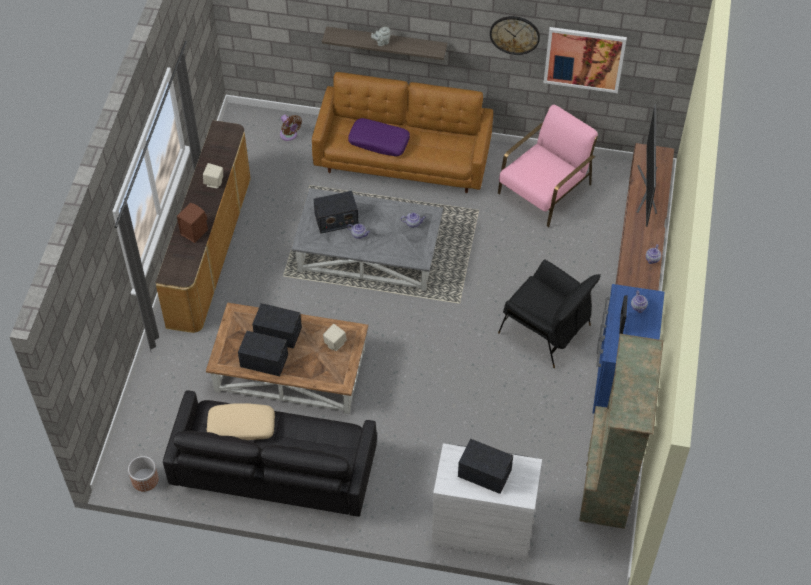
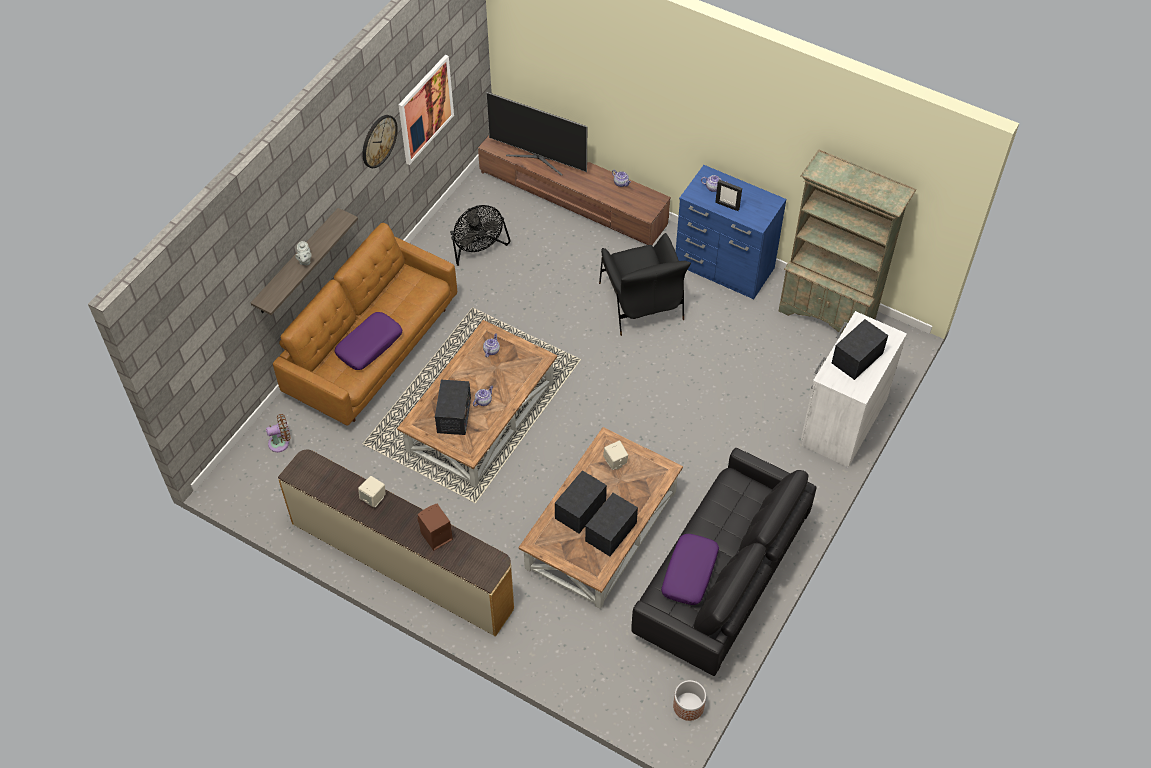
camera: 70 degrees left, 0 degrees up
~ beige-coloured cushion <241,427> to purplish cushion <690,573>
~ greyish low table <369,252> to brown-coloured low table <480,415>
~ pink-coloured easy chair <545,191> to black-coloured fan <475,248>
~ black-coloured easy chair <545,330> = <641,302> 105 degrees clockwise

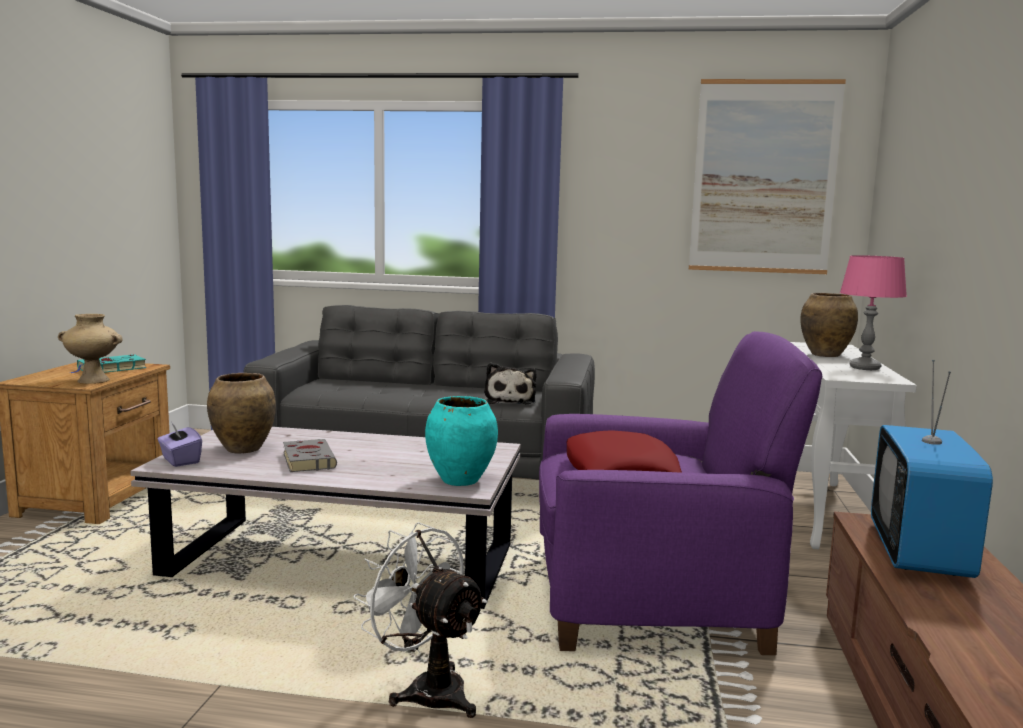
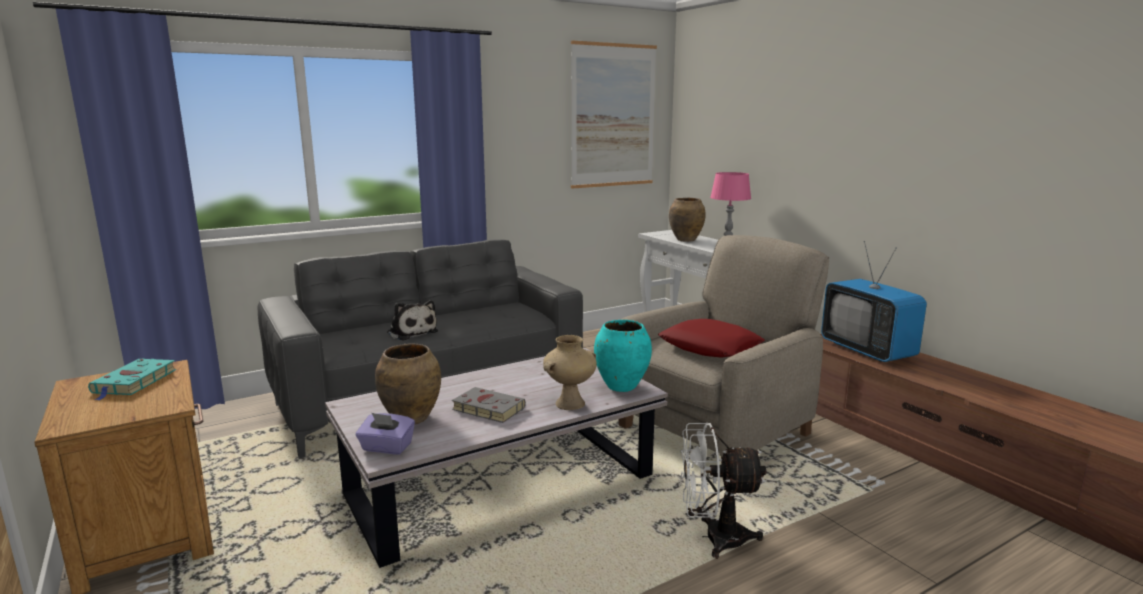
camera: 40 degrees left, 5 degrees up
~ beige-coloured flower vase <94,380> to <570,403>
~ soft toy <510,400> to <411,332>
~ purplish easy chair <652,601> to beige-coloured easy chair <716,429>

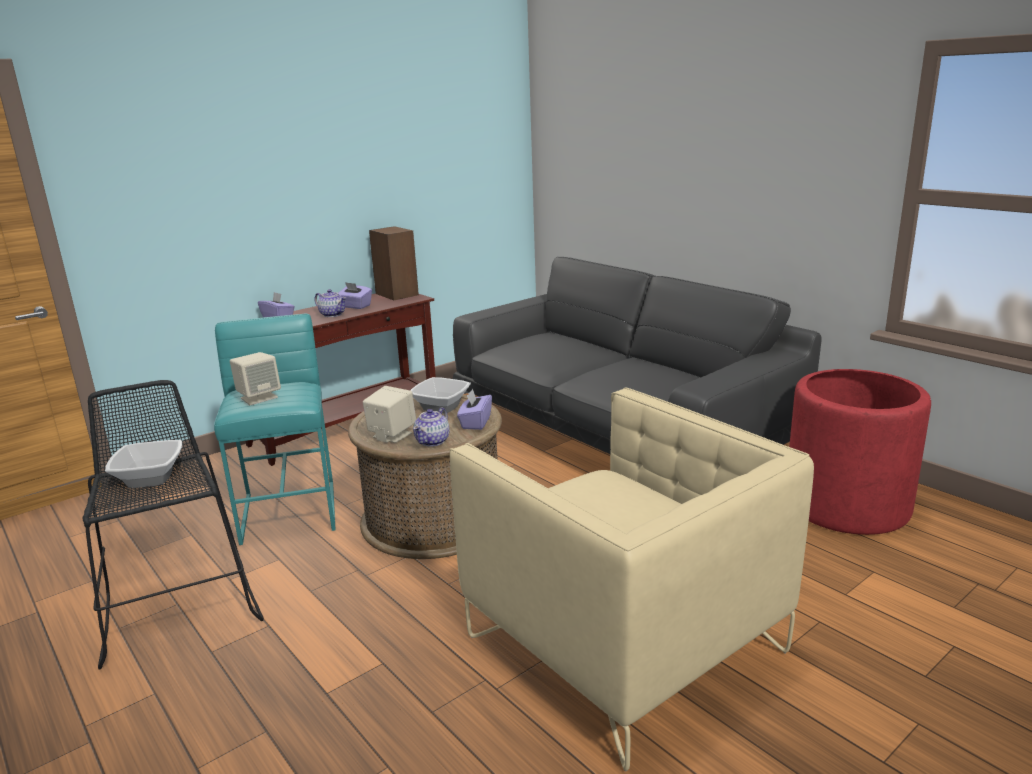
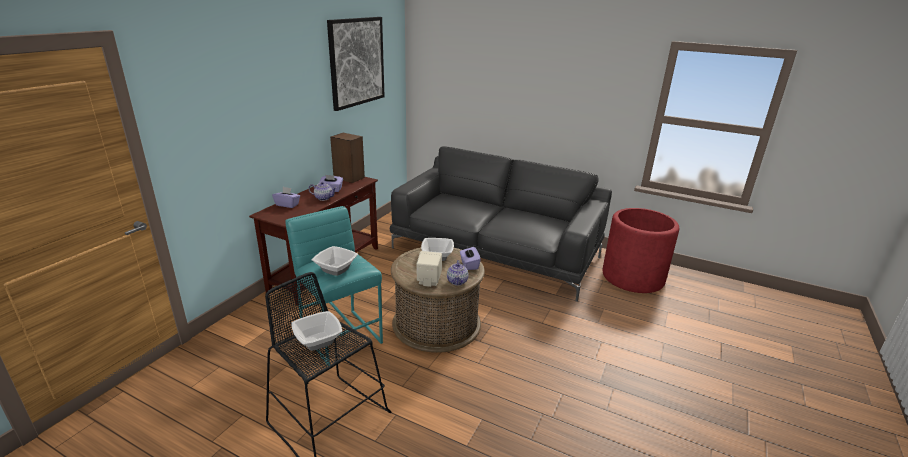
camera: 25 degrees left, 5 degrees up
~ beige-coloured speaker <259,397> to serving bowl <336,269>
- beige-coloured easy chair <623,642>
+ wall art <356,62>

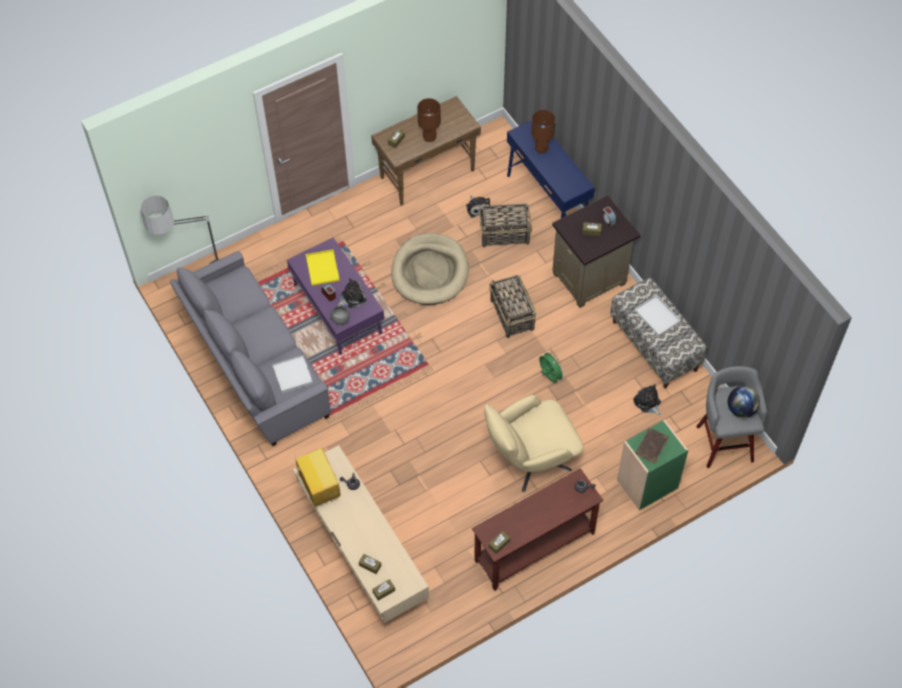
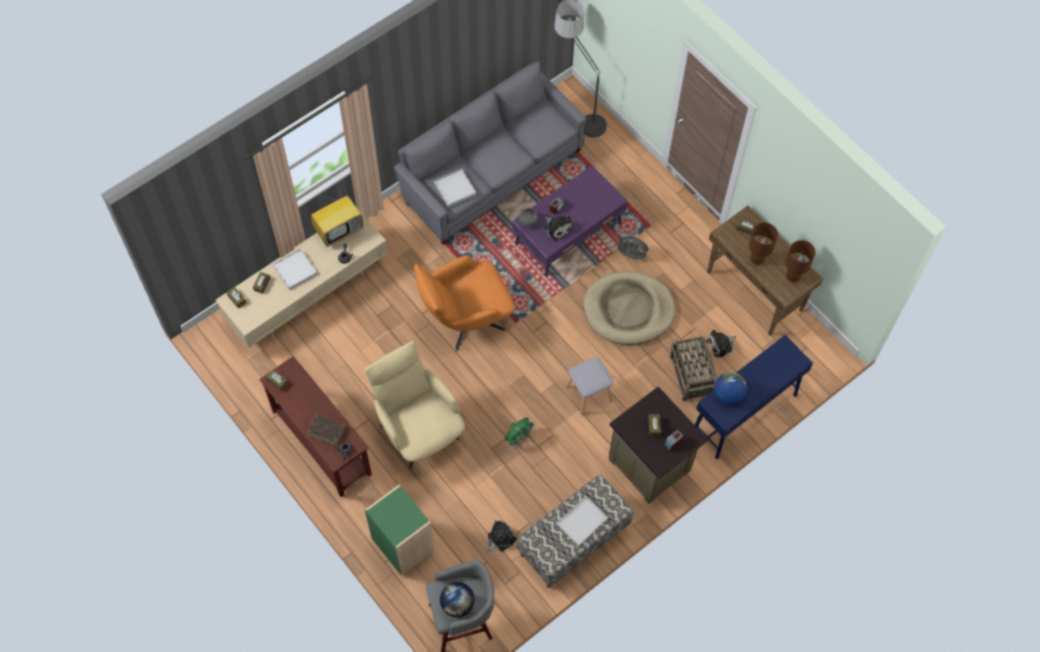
camera: 80 degrees right, 5 degrees up
- yellow tray <322,267>
~ basket <512,315> to greyish sitting stool <588,394>
~ brown-coloured table lamp <541,149> to <792,276>
~ brown-coloured bound book <651,447> to <326,431>
+ white tray <295,270>
+ orange easy chair <466,318>
+ greyish fan <631,256>
+ globe <728,394>

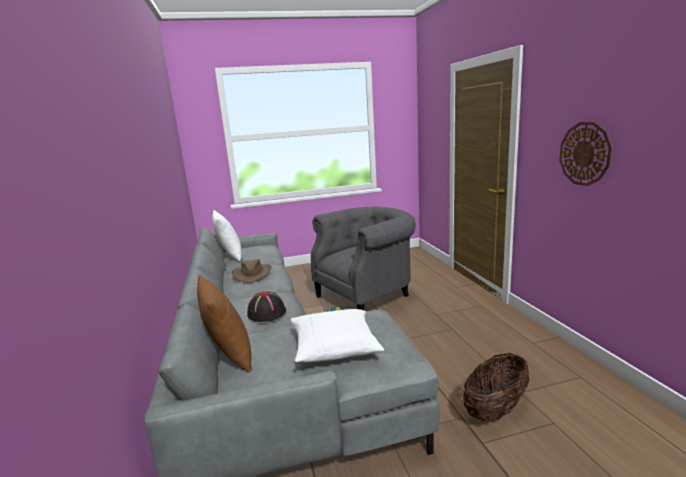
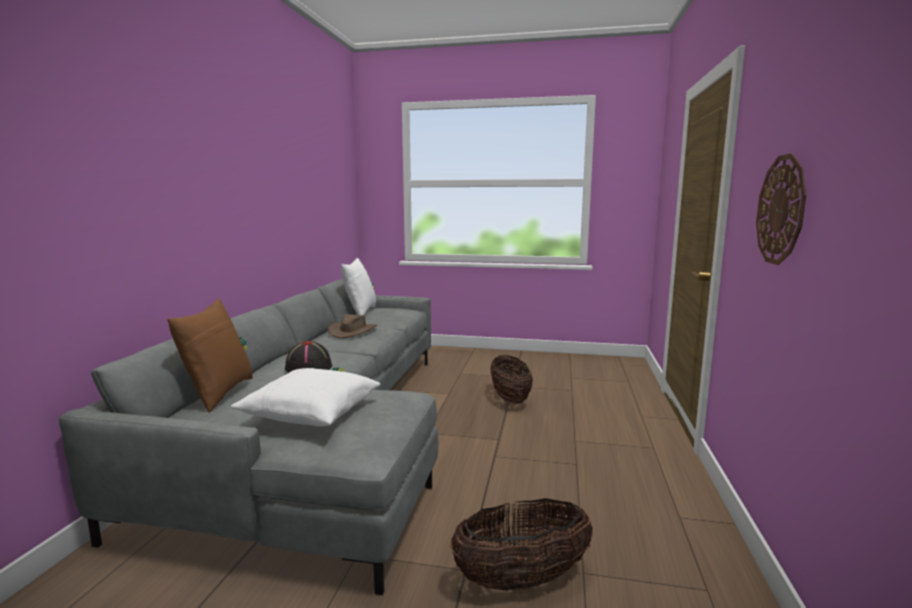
camera: 25 degrees right, 5 degrees down
~ greyish easy chair <368,297> to basket <510,399>

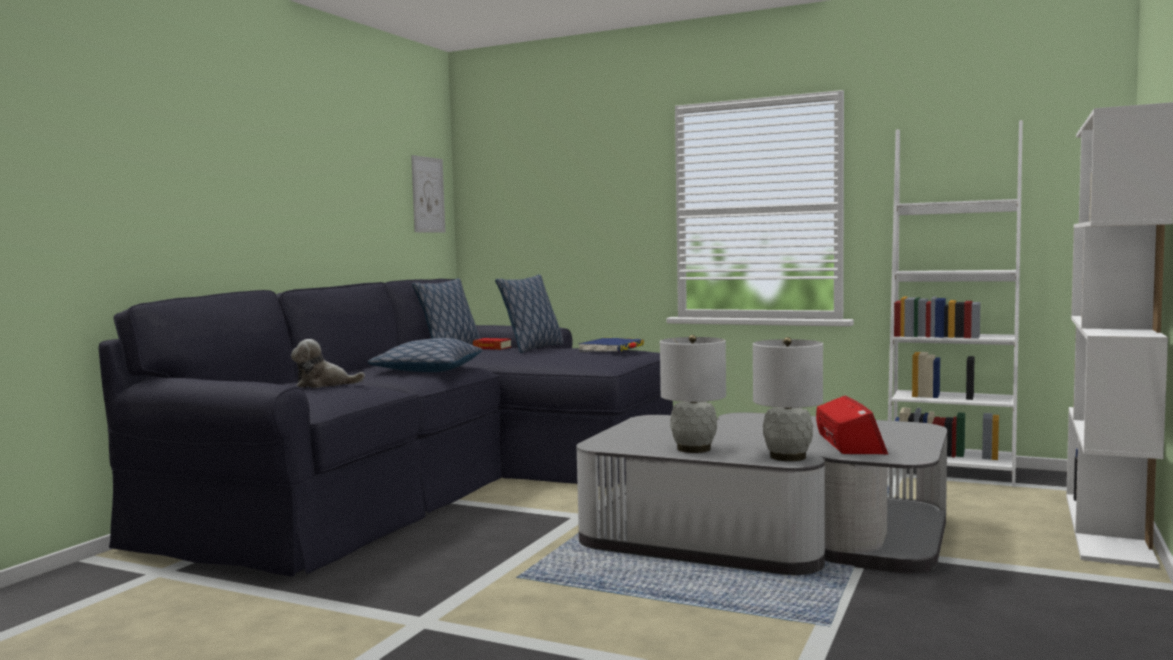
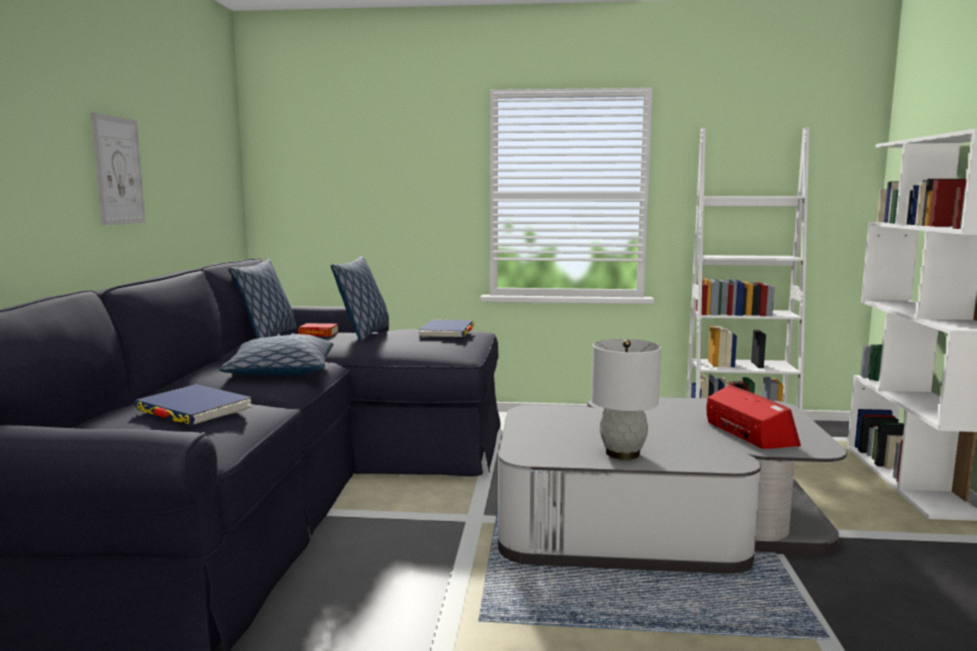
camera: 20 degrees left, 5 degrees up
~ soft toy <323,385> to blue-coloured bound book <194,410>
~ wall art <428,194> to <118,171>
- white table lamp <787,457>

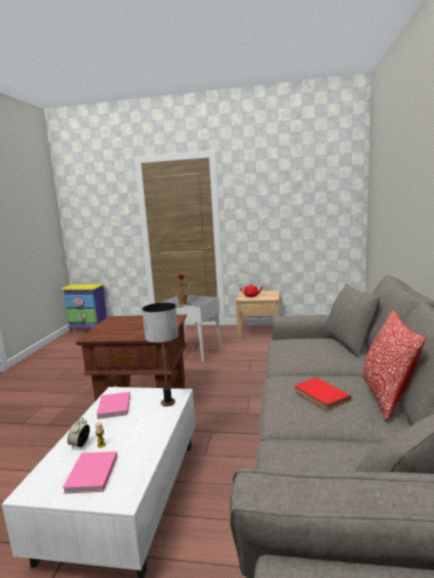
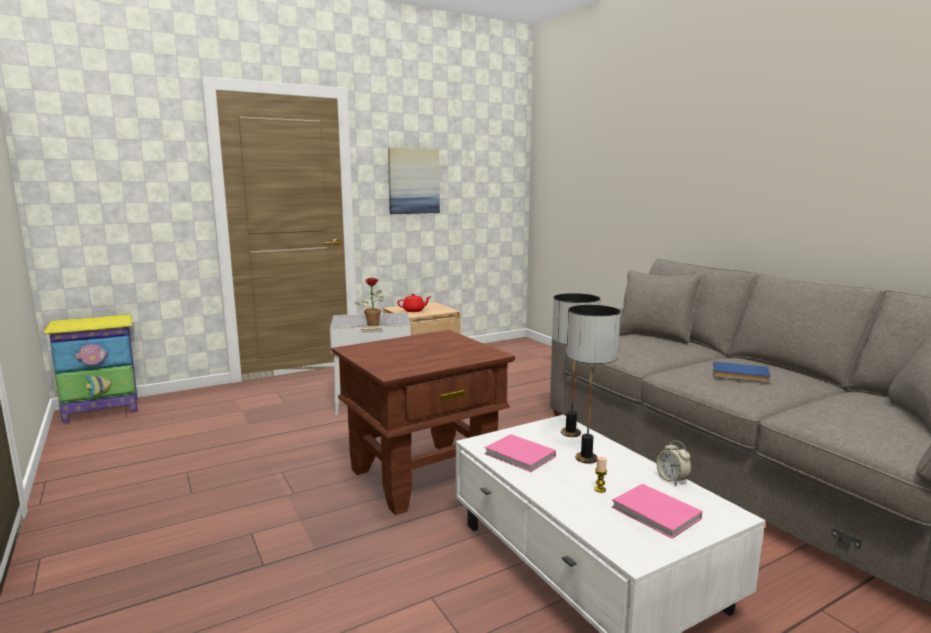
camera: 40 degrees left, 0 degrees up
~ alarm clock <80,444> to <672,480>
~ reddish bound book <320,395> to blue-coloured bound book <740,375>
- cushion <386,397>
+ wall art <413,181>
+ table lamp <587,458>

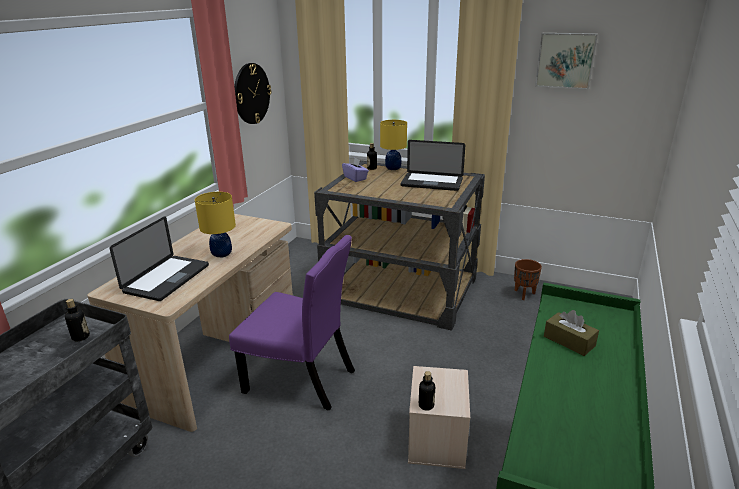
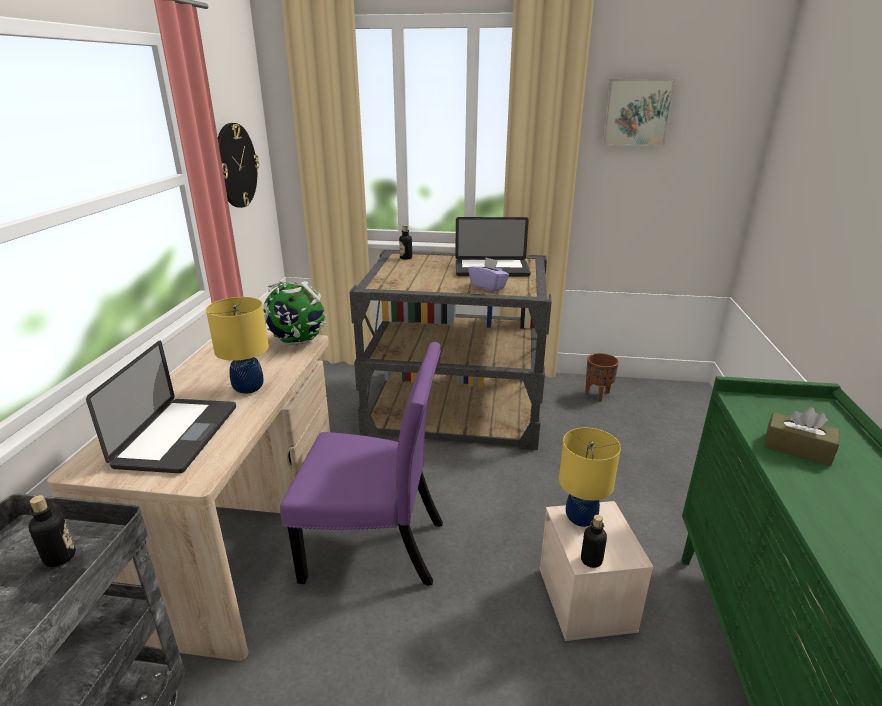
camera: 15 degrees left, 0 degrees up
~ purplish tissue box <355,178> to <488,286>
~ yellow table lamp <393,169> to <582,520>
+ globe <297,342>

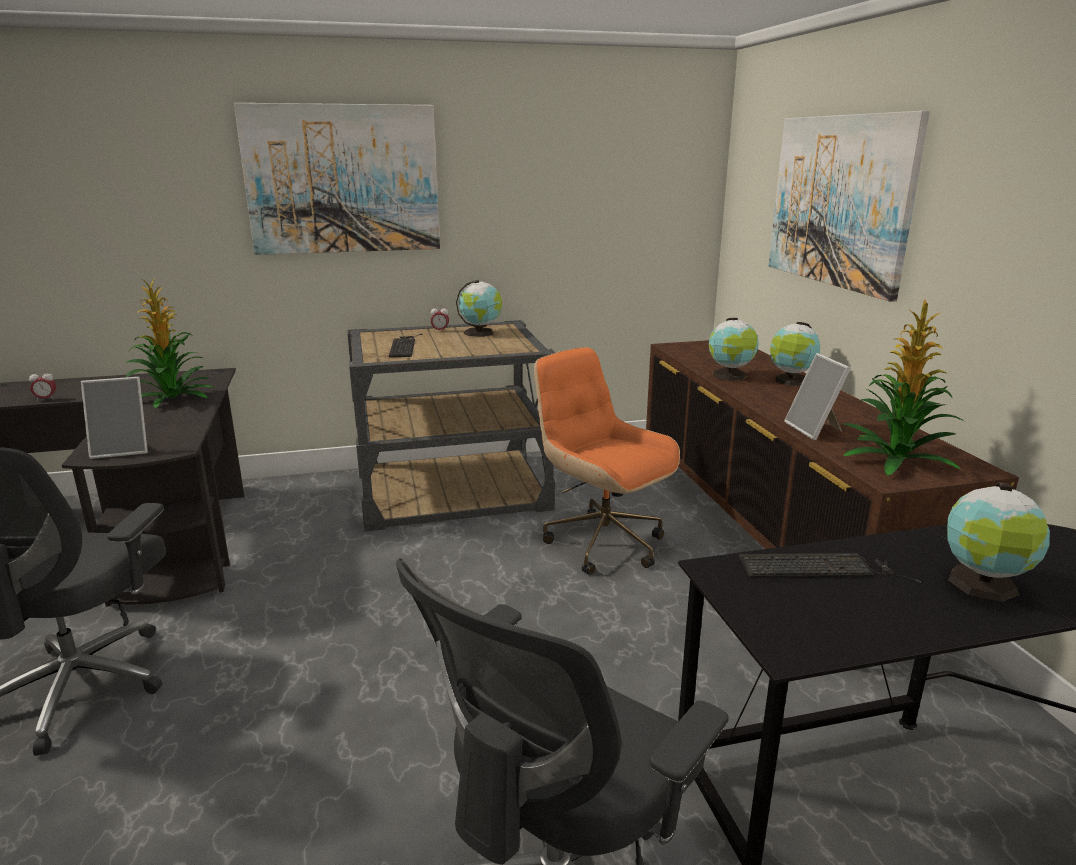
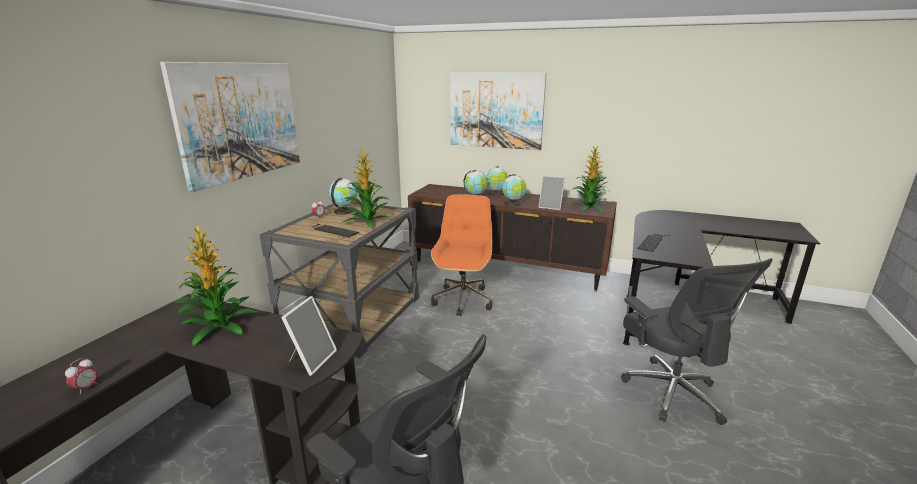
camera: 55 degrees left, 0 degrees up
~ orange computer chair <601,542> = <463,299> 105 degrees clockwise
~ globe <983,585> to <513,204>
+ houseplant <367,221>

